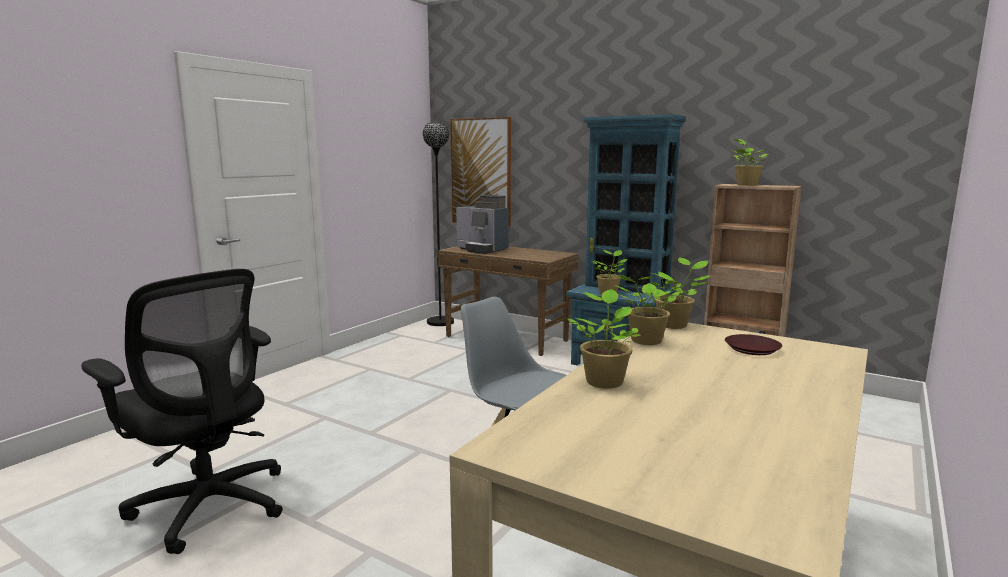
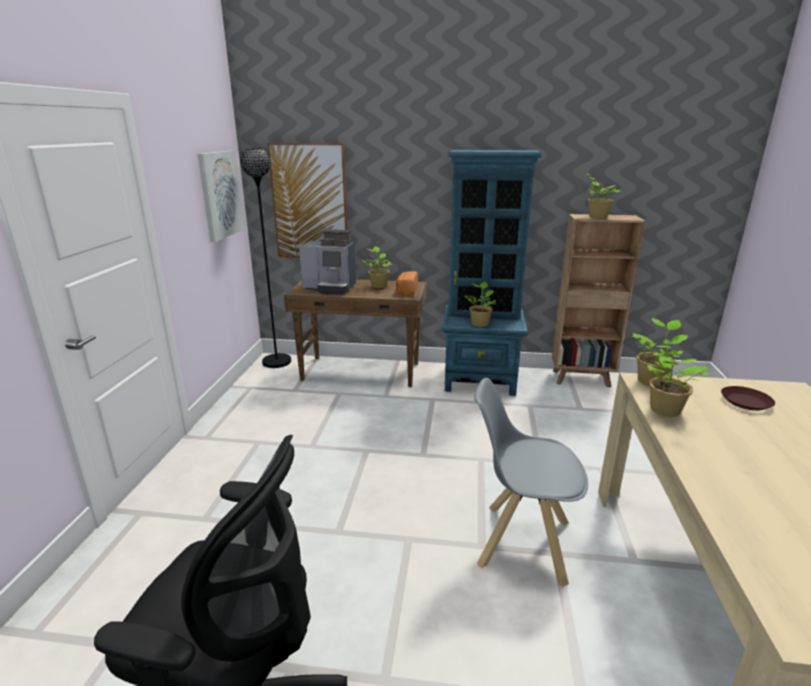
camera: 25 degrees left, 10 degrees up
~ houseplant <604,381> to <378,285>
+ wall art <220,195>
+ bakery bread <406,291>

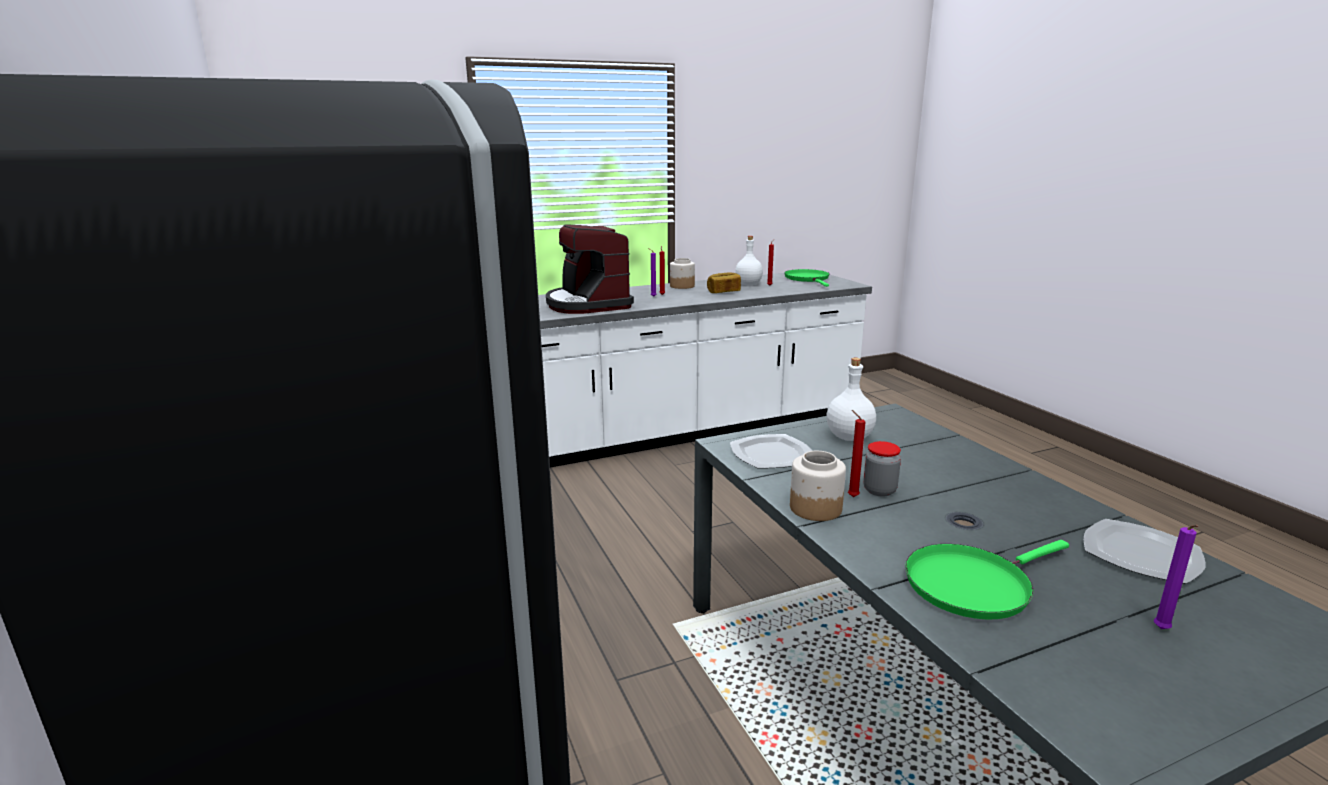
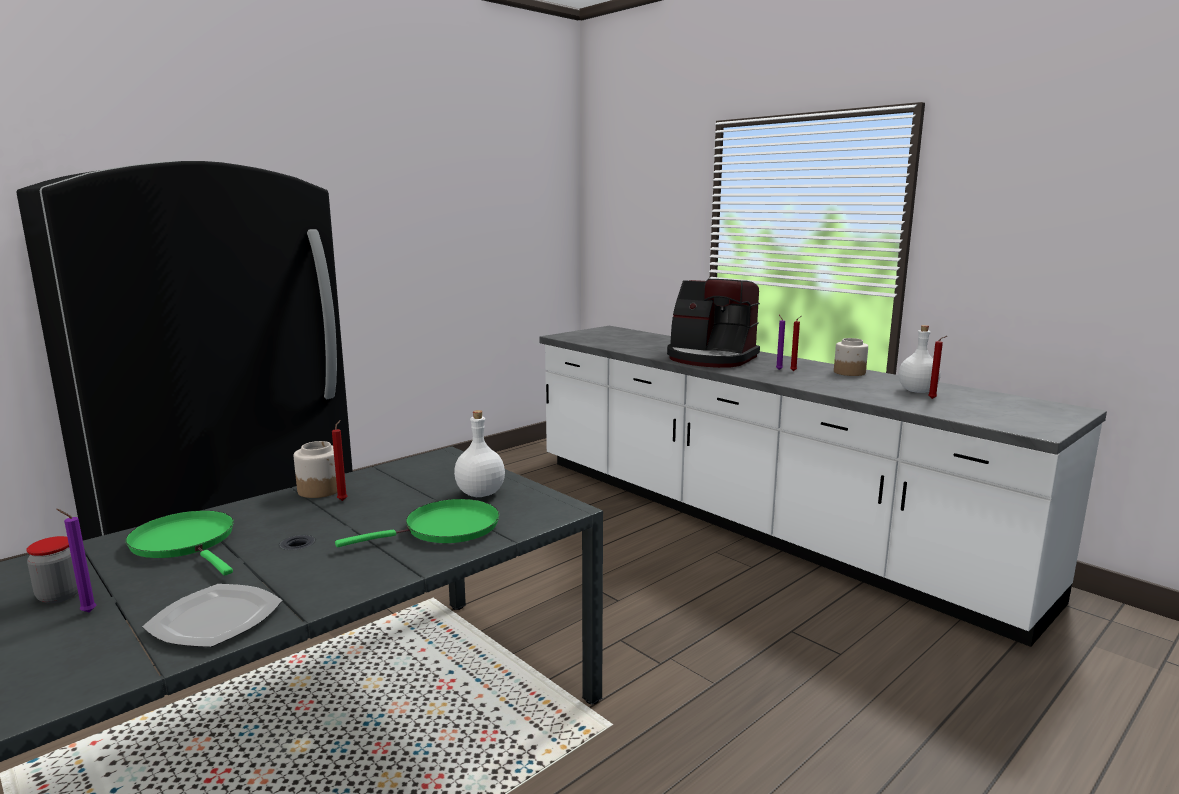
camera: 70 degrees right, 5 degrees down
~ coffee brewer <587,304> = <710,358> 105 degrees counterclockwise
- bakery bread <723,291>
- plate <772,455>
~ greenish frying pan <808,279> to <446,529>
~ preserve jar <879,490> to <60,595>

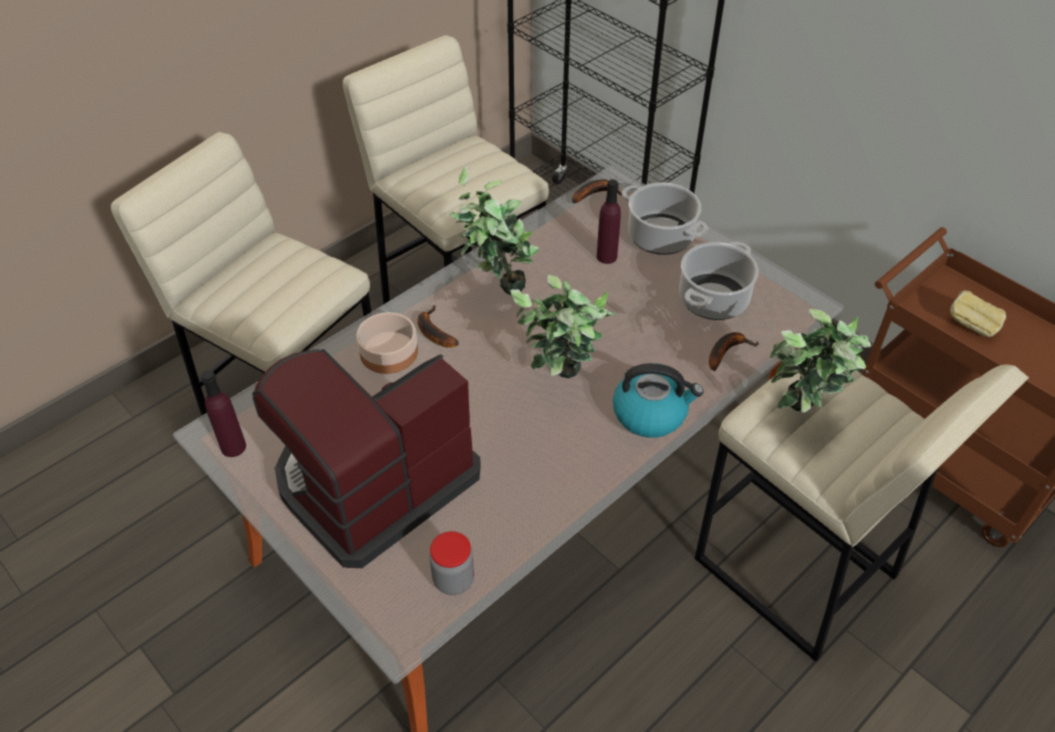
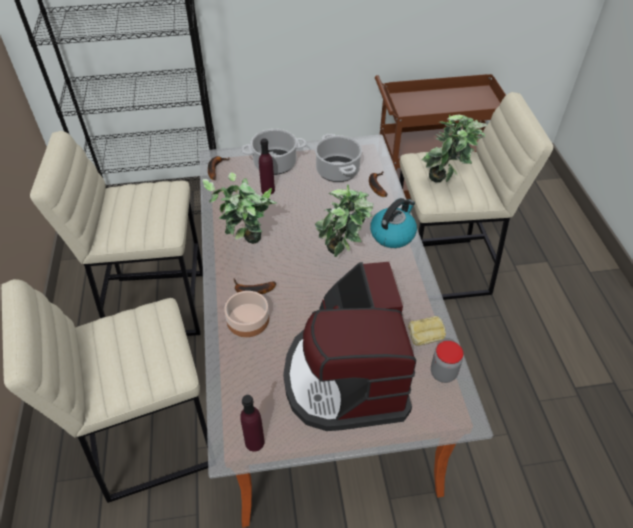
camera: 55 degrees left, 0 degrees up
~ bakery bread <971,326> to <424,338>

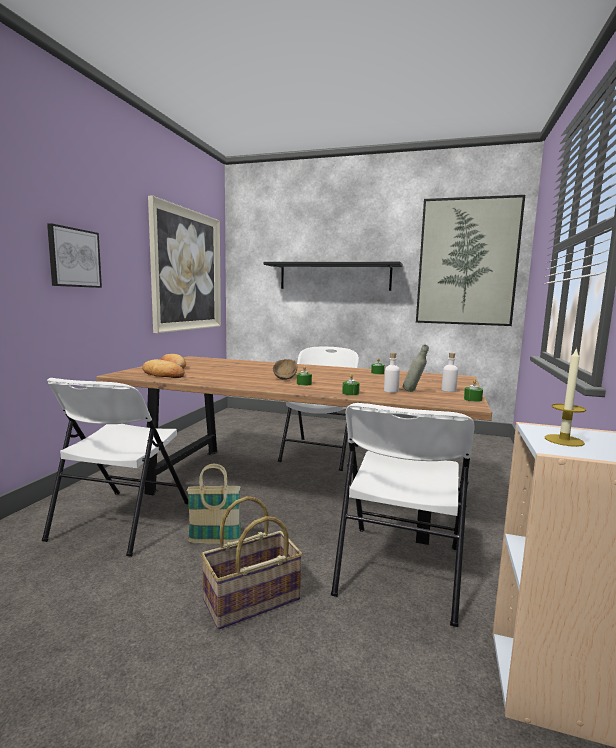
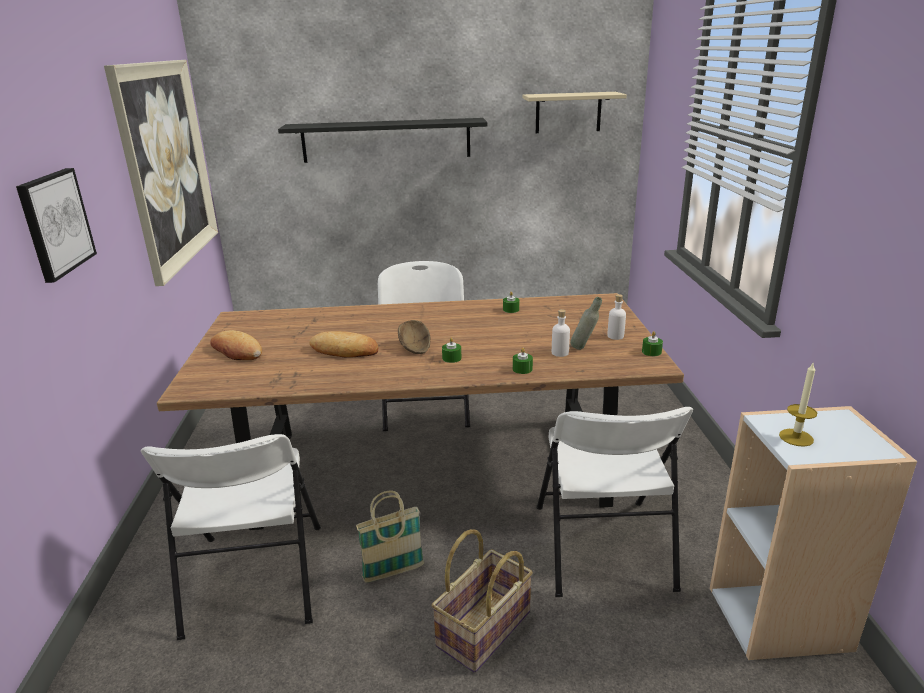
camera: 20 degrees left, 15 degrees up
~ bakery bread <162,374> to <344,350>
~ wall art <467,262> to beige-coloured shelf <568,112>

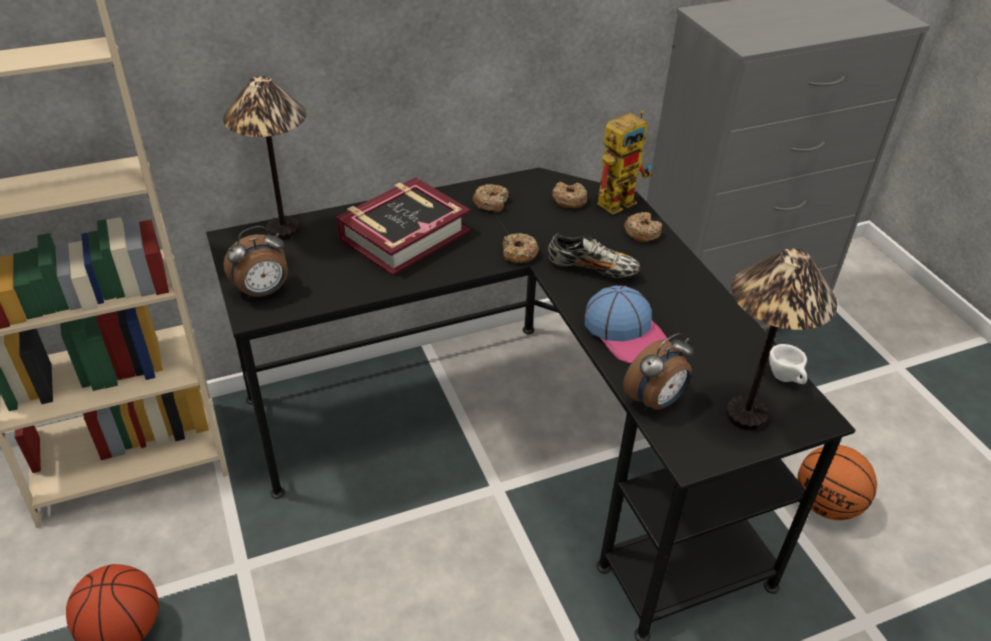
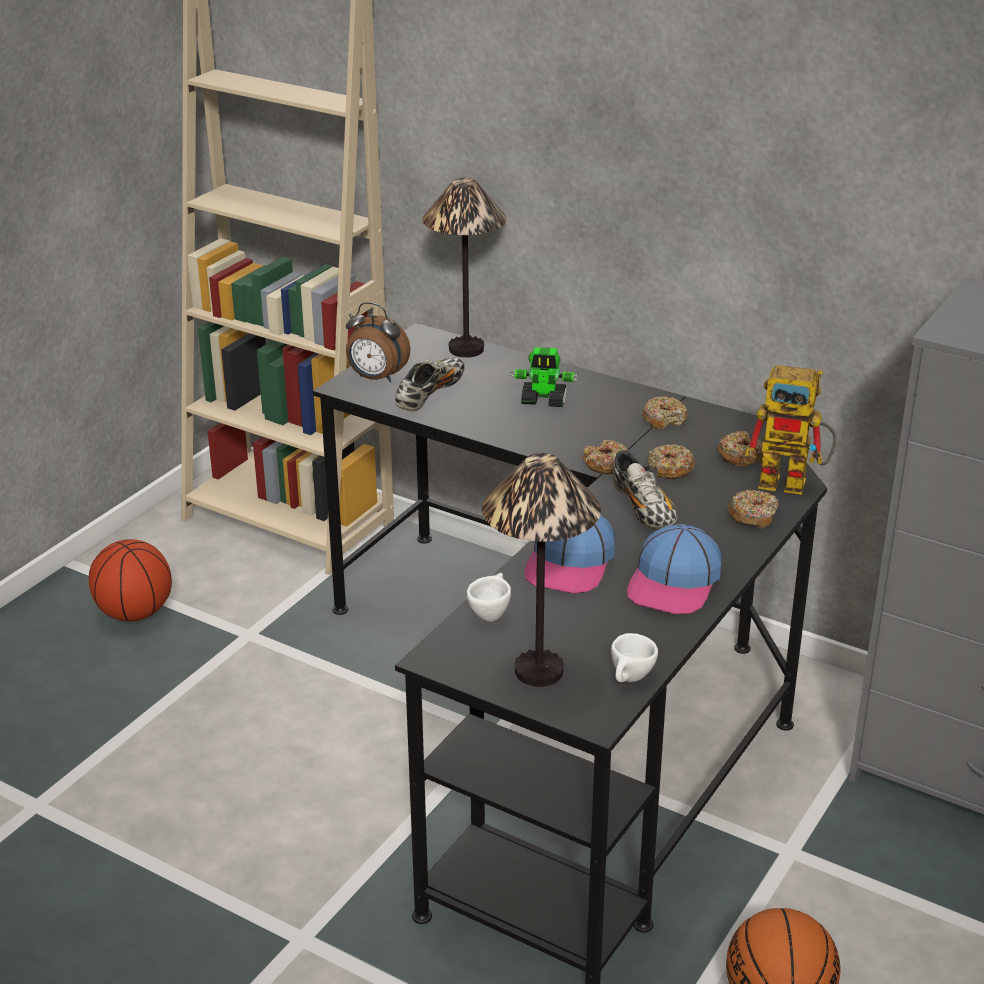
camera: 55 degrees right, 10 degrees down
~ bound book <404,235> to model robot <544,401>
~ alarm clock <655,401> to white drinking cup <490,613>
+ shoe <430,394>
+ cap <674,583>
+ ring doughnut <670,469>

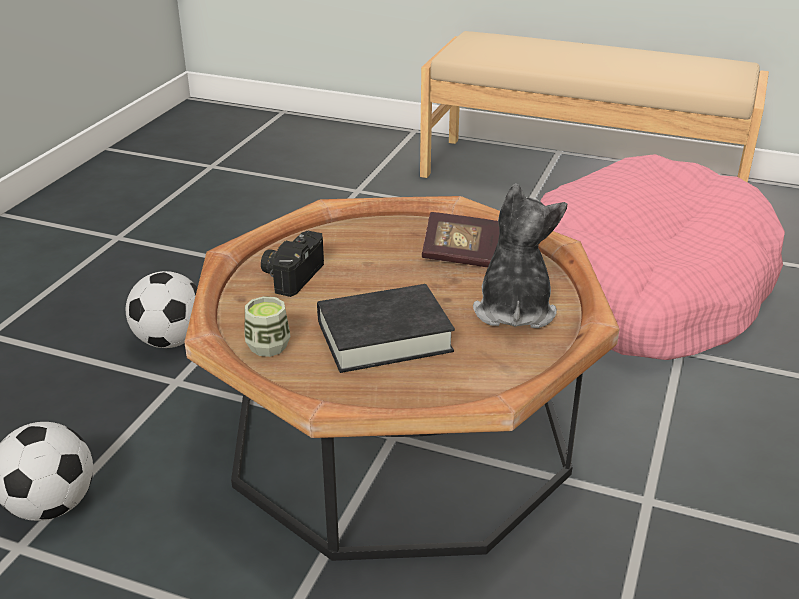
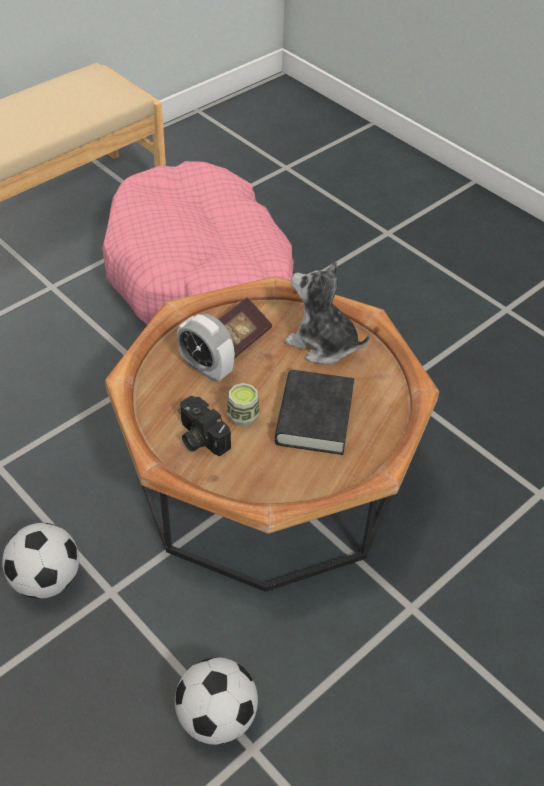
camera: 65 degrees left, 15 degrees up
~ drinking cup <268,346> to <243,416>
+ alarm clock <206,368>

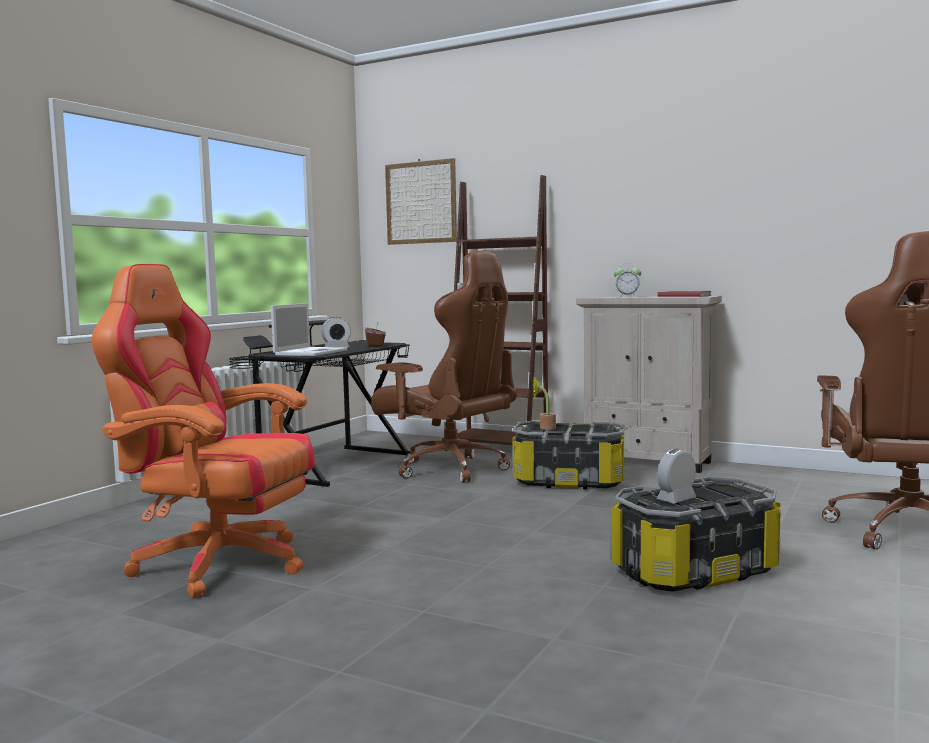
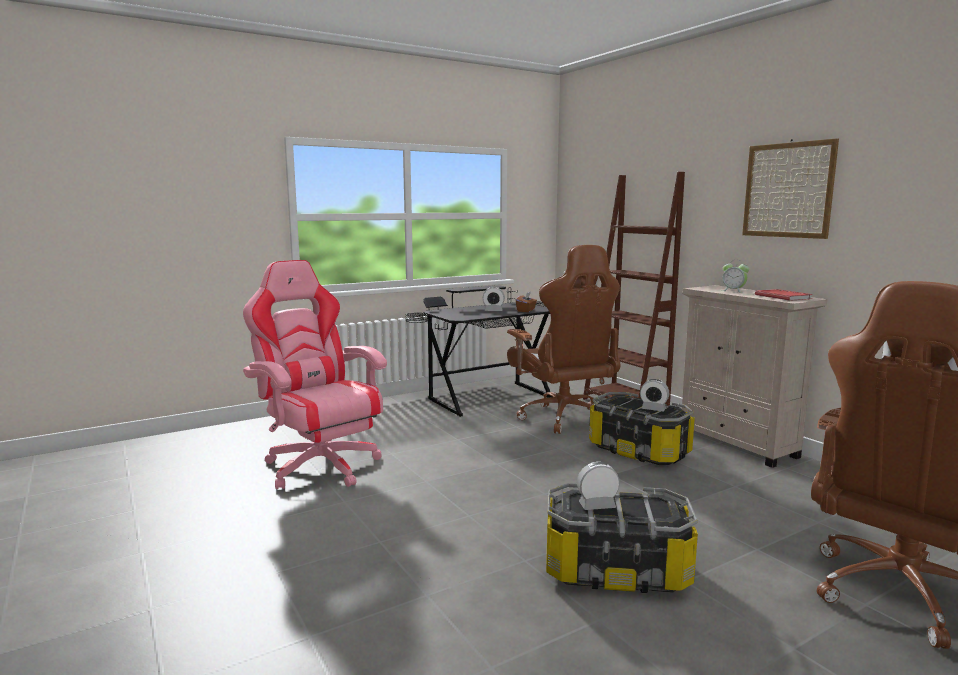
camera: 30 degrees right, 5 degrees up
~ orange computer chair <221,564> to pink-coloured computer chair <322,467>
- laptop <311,352>
~ wall art <421,201> to <788,188>
- houseplant <544,428>
+ alarm clock <653,409>

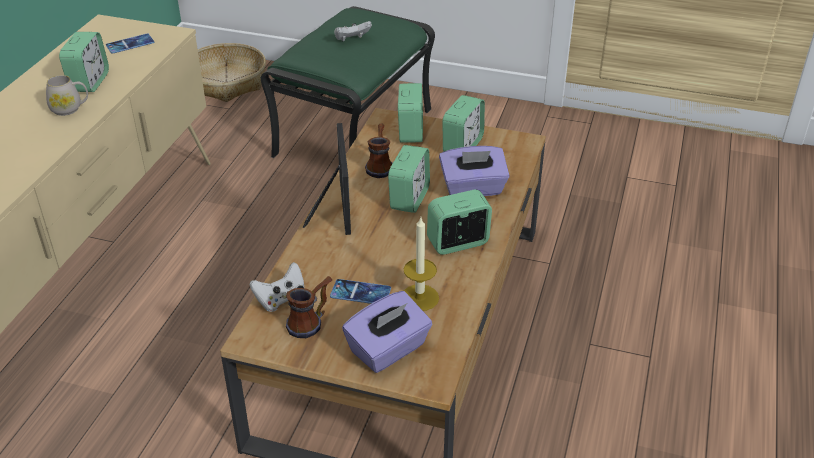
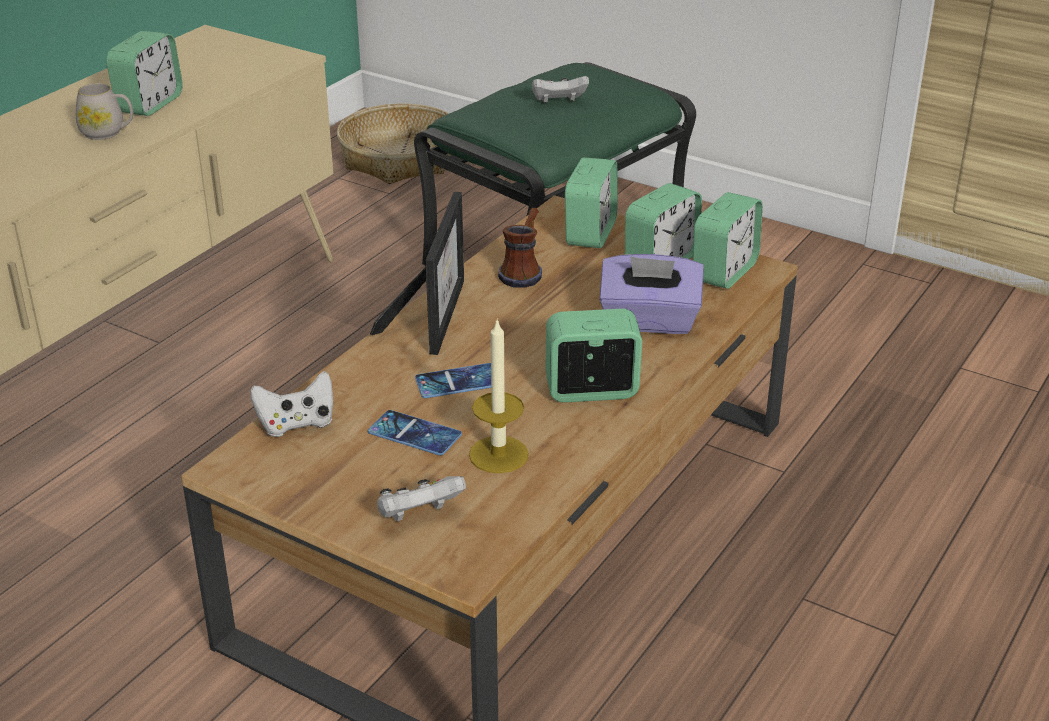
camera: 15 degrees right, 5 degrees down
~ handset <130,44> to <459,381>
- mug <311,322>
~ purplish tissue box <388,350> to white gamepad <419,516>
~ alarm clock <409,199> to <724,272>

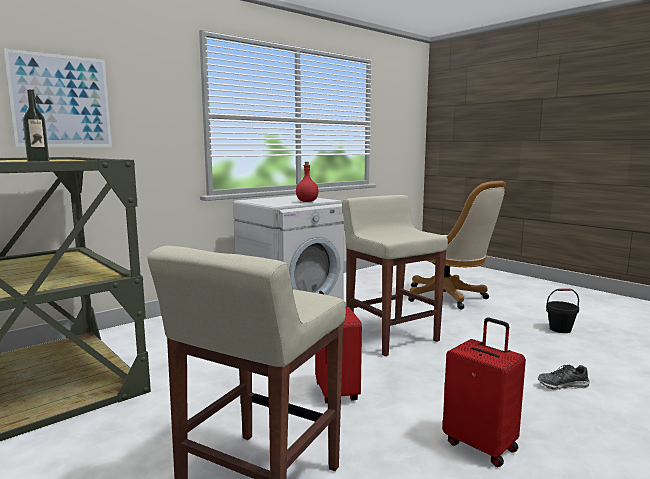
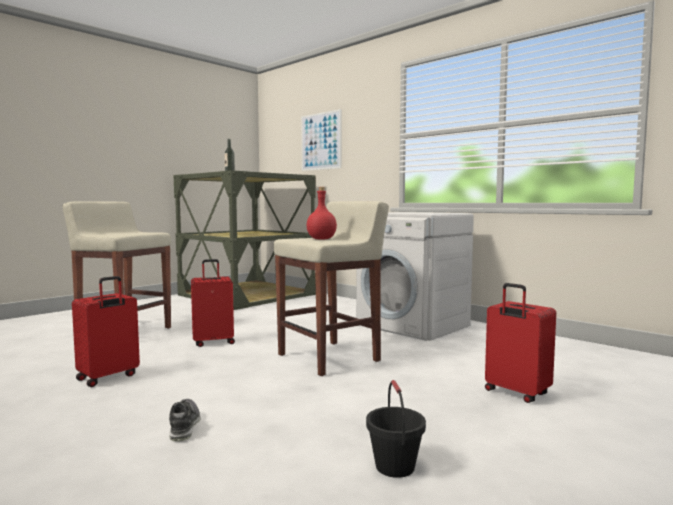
camera: 85 degrees right, 5 degrees down
~ reddish drink bottle <307,201> to <322,239>
~ computer chair <449,297> to reddish suitcase <516,393>

